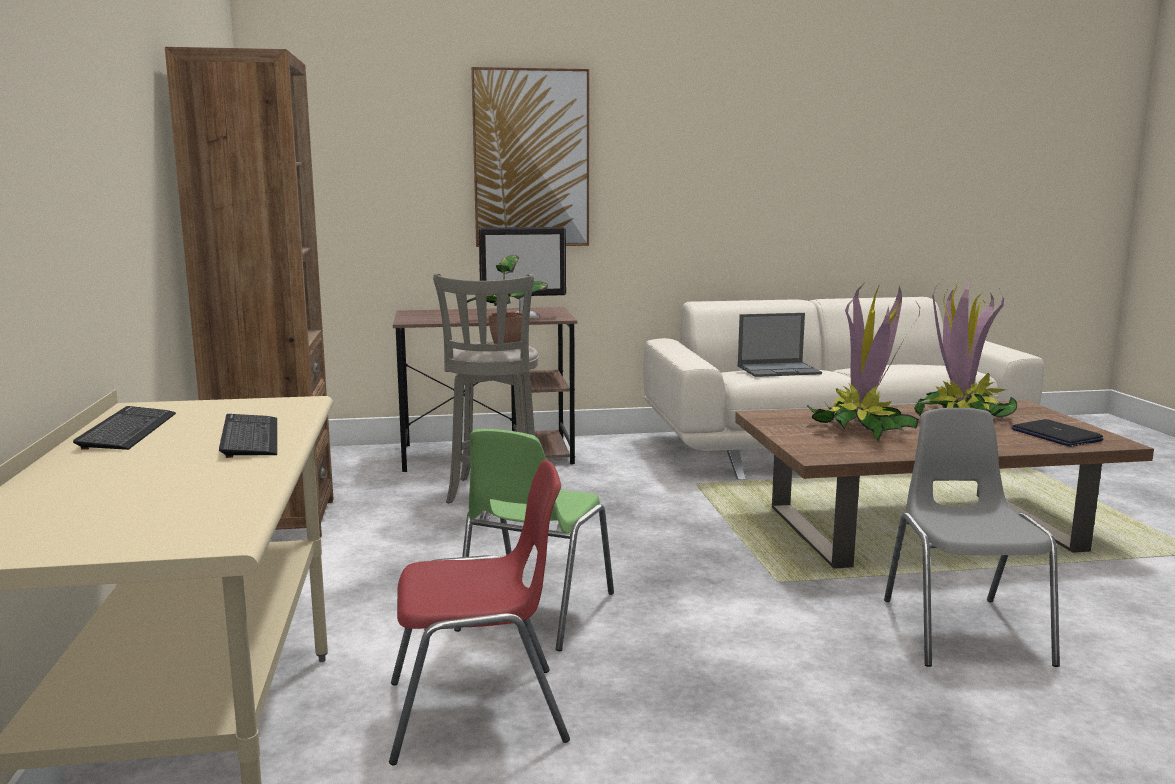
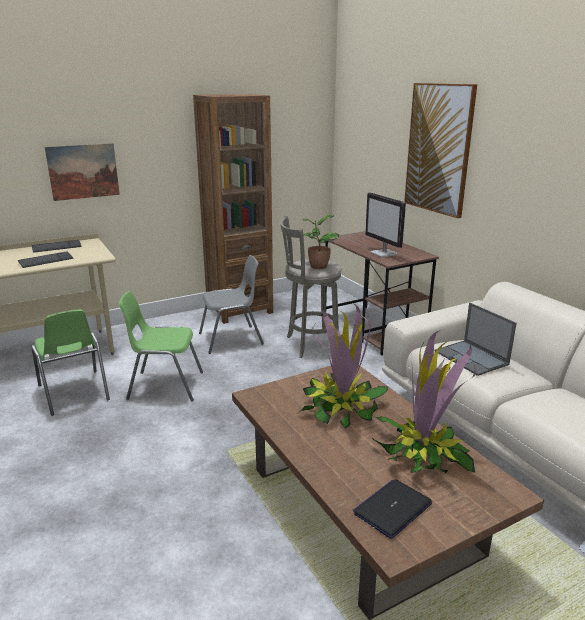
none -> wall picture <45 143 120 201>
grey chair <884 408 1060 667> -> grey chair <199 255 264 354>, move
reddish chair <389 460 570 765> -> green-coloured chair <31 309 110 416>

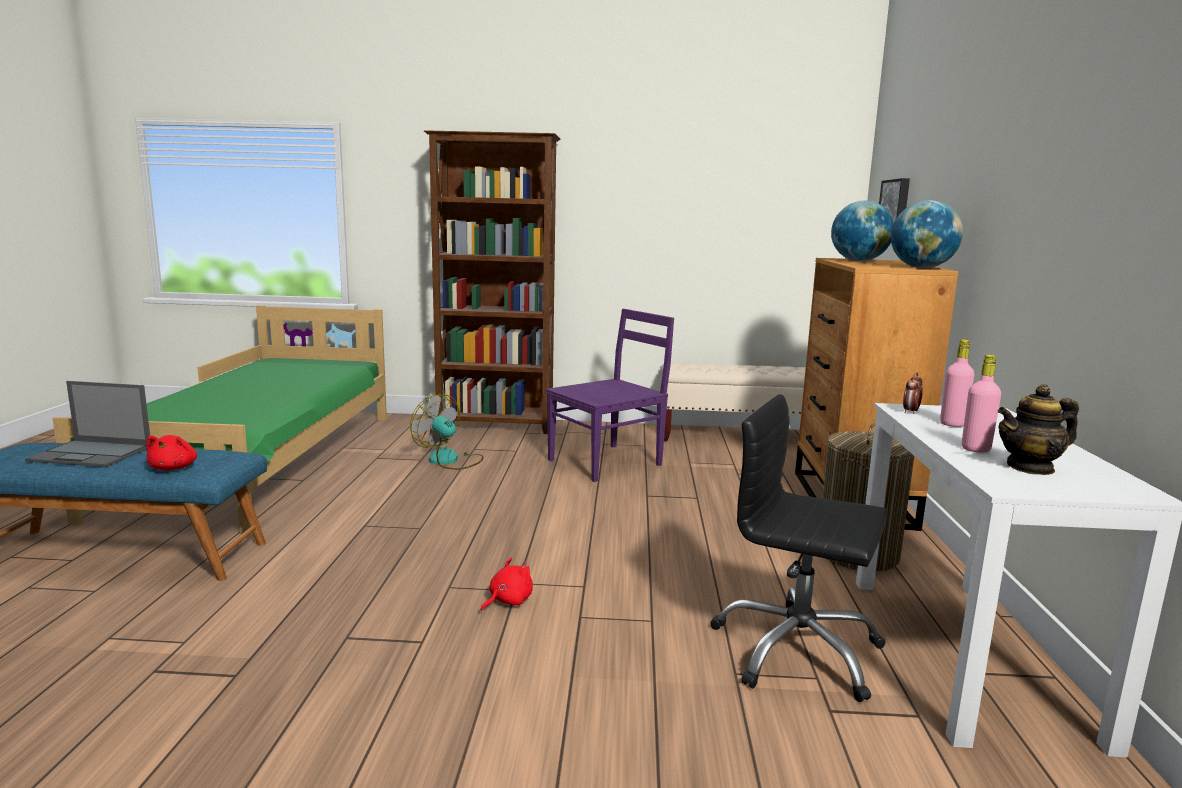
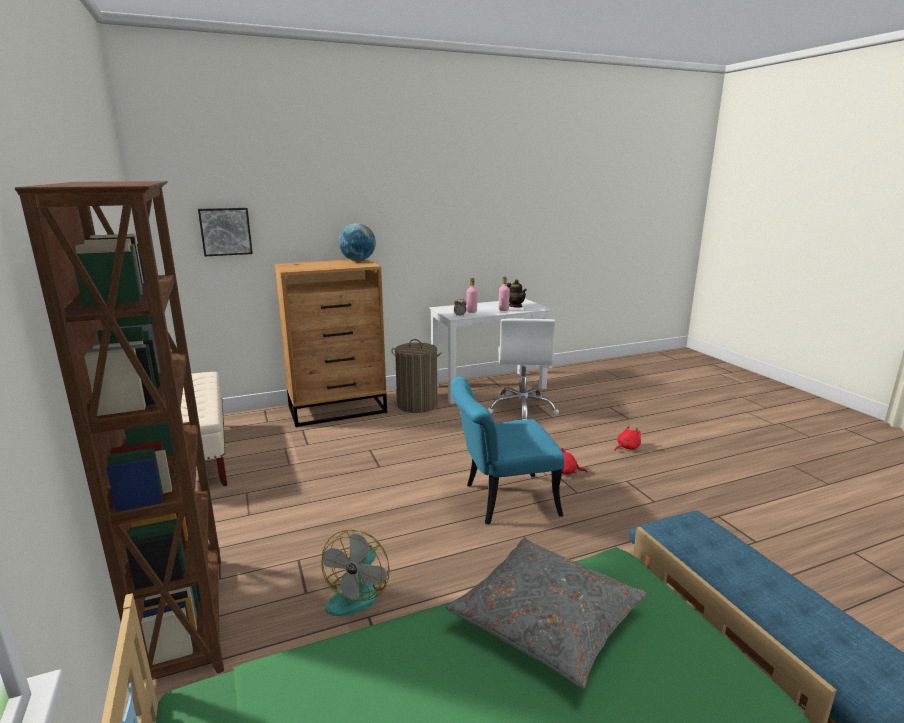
laptop <25 381 150 467> -> none
purplish chair <546 309 674 482> -> none
desk globe <831 200 894 261> -> none
none -> grey throw pillow <445 539 647 688>
none -> blue-green chair <451 377 564 525>
reddish soft toy <146 435 197 471> -> reddish soft toy <615 426 641 450>, move
blackish office chair <710 394 888 702> -> whitish office chair <487 318 559 420>

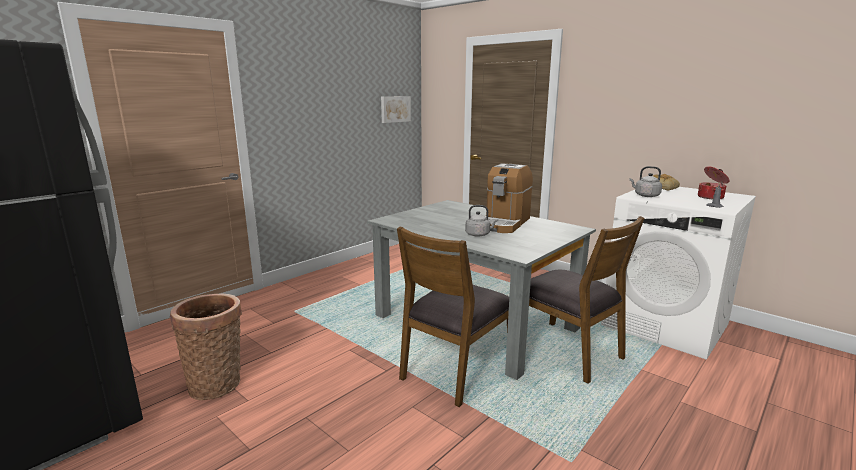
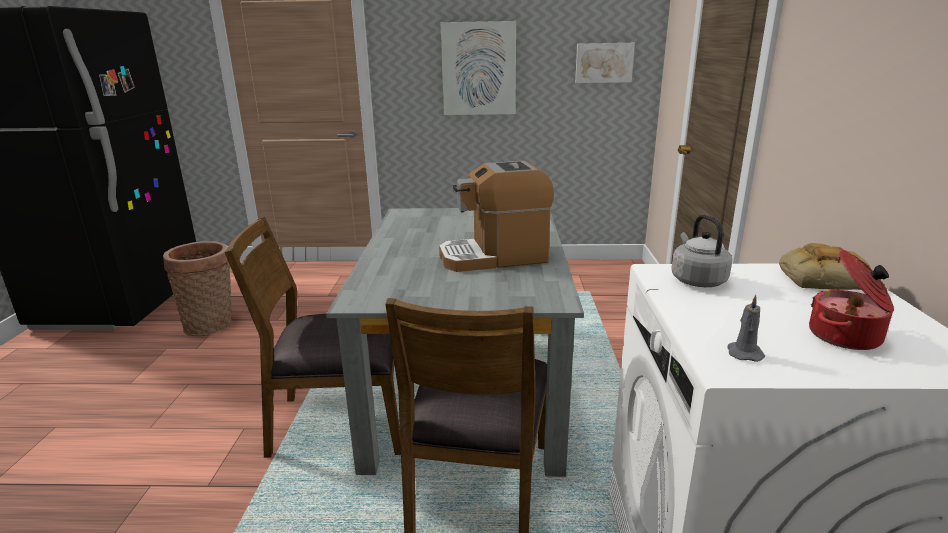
grey water kettle <465 205 498 237> -> none
none -> wall picture <440 21 516 115>

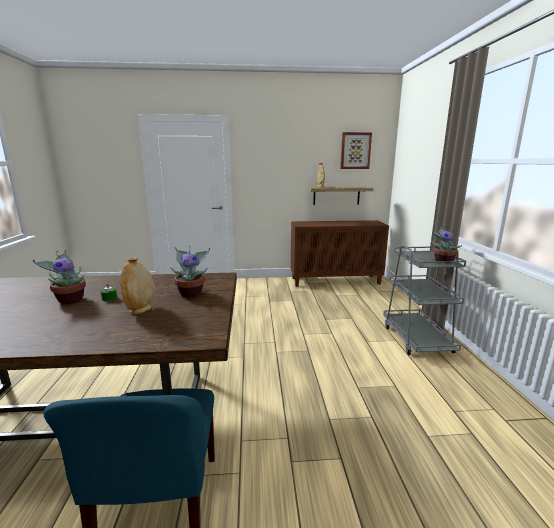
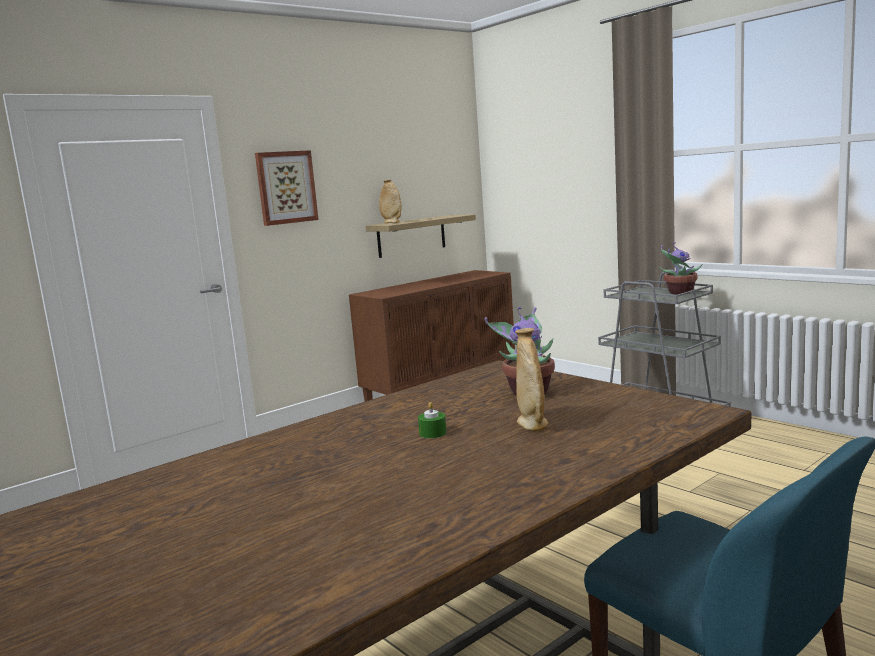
plant in a pot <33 249 86 304> -> none
wall picture <340 132 372 169> -> wall picture <255 150 319 226>, move

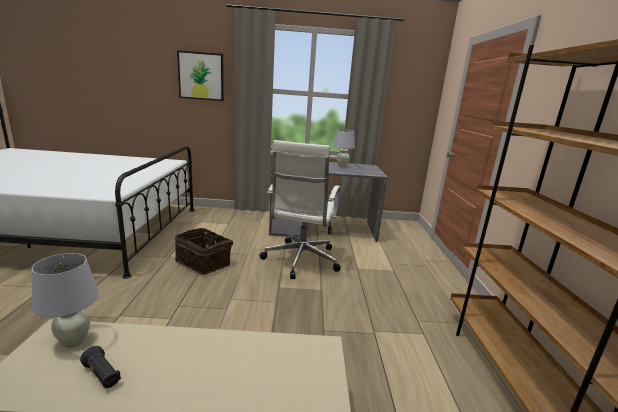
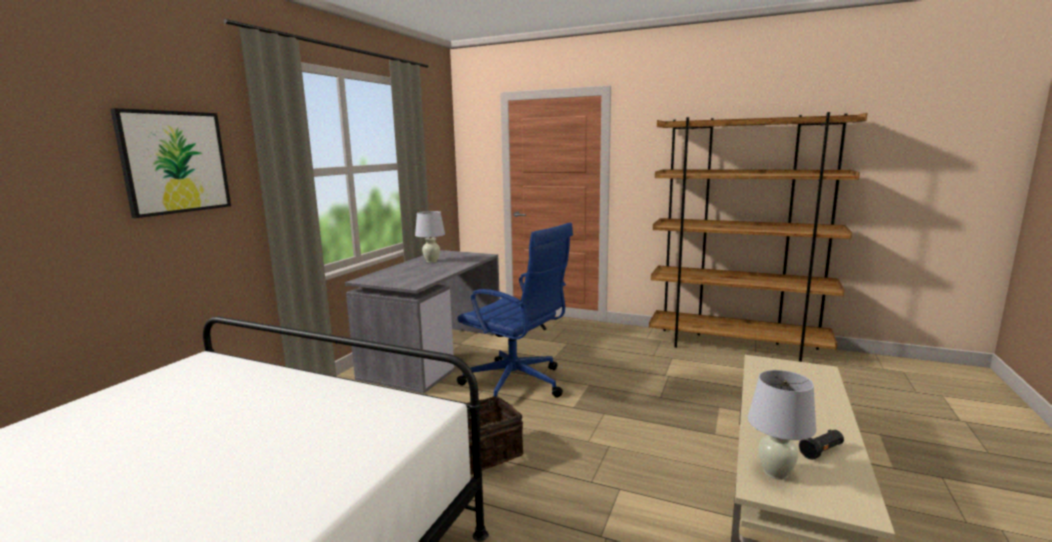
whitish office chair <259 140 341 279> -> blue-coloured office chair <457 223 573 398>

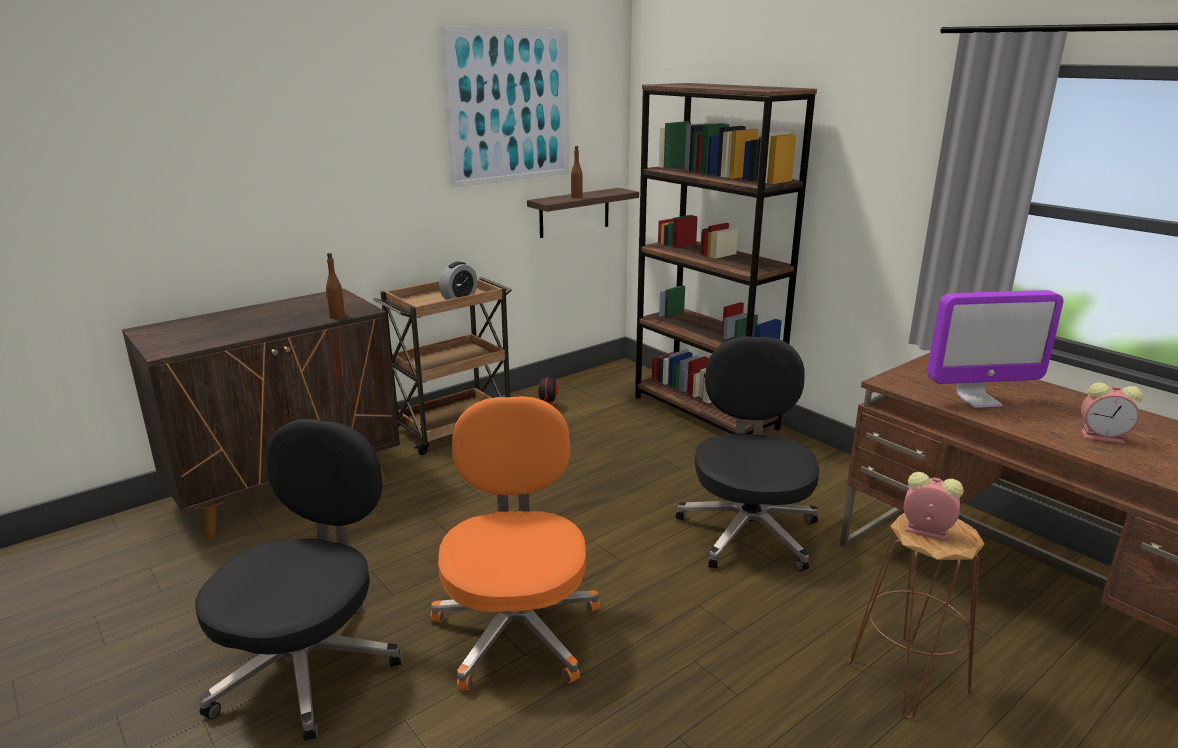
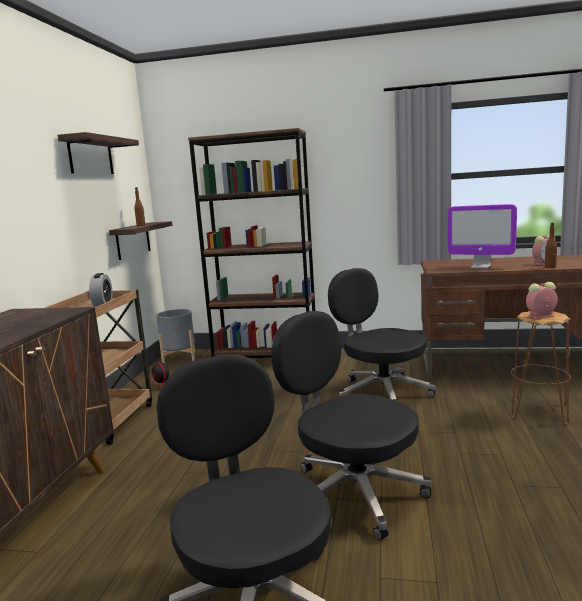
none -> grey plant pot <156 309 195 363>
brown-coloured drink bottle <326 253 345 319> -> brown-coloured drink bottle <545 223 557 268>, move
wall picture <440 26 569 188> -> bracket shelf <58 132 139 174>
orange office chair <430 396 600 690> -> blackish office chair <271 311 432 541>
monitor <927 290 1064 408> -> monitor <448 204 517 268>, 75 degrees clockwise

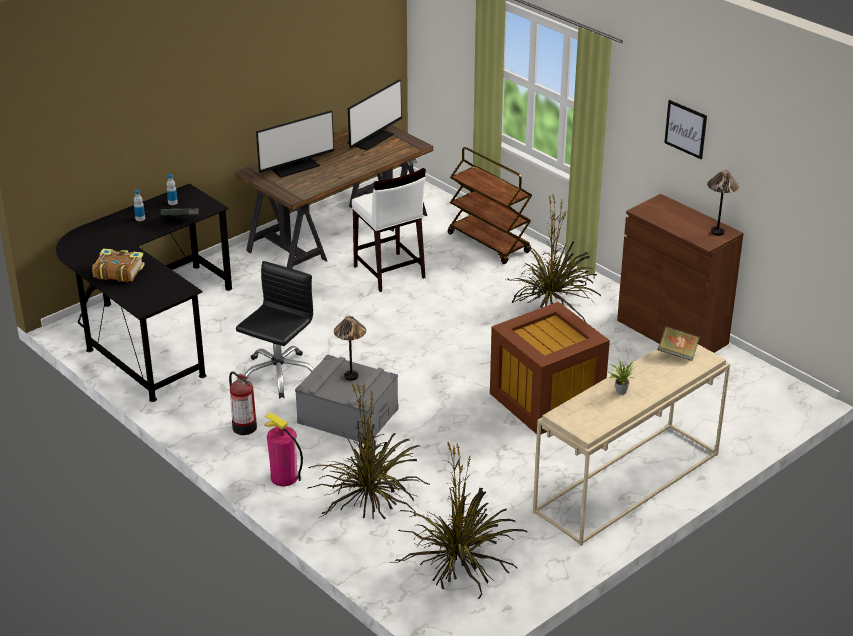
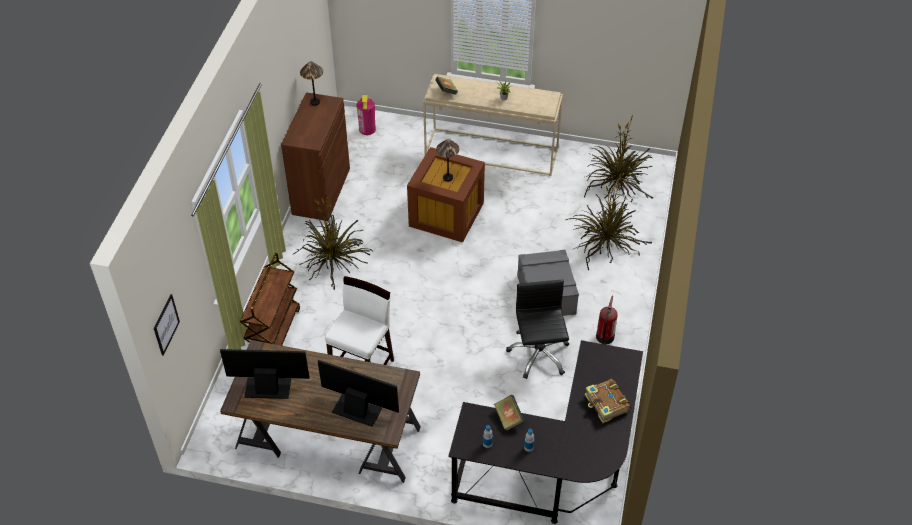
extinguisher <265 412 303 486> -> extinguisher <356 95 376 135>, move
table lamp <334 316 366 381> -> table lamp <436 139 460 181>, move
wall picture <664 100 707 159> -> wall picture <154 294 180 356>, move
blackish office chair <236 261 314 399> -> blackish office chair <506 280 569 379>, 90 degrees clockwise

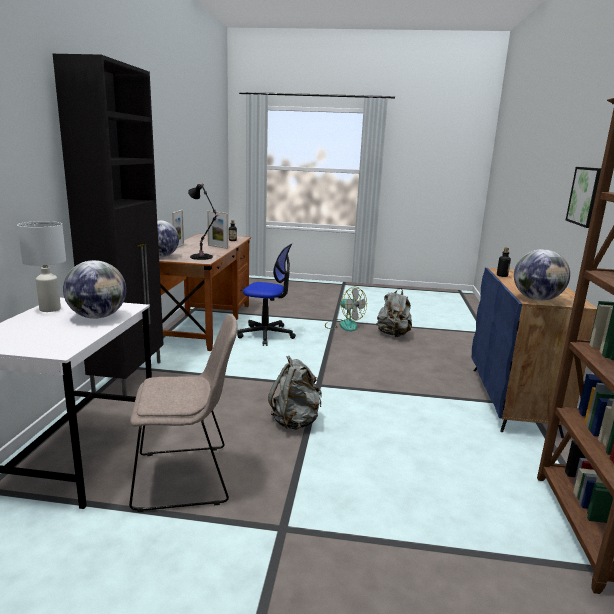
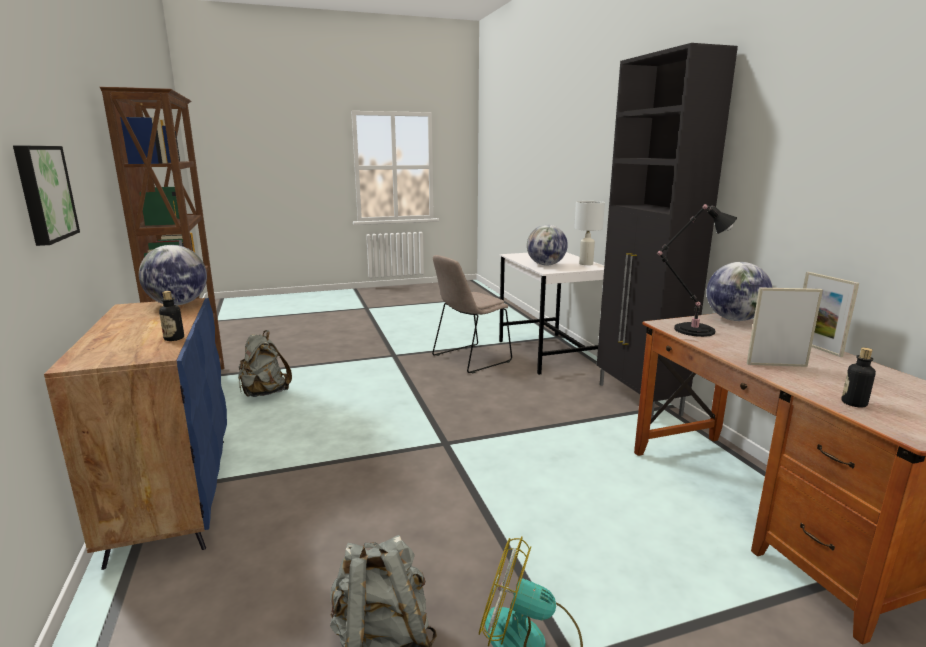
office chair <237 243 296 346> -> none
grey backpack <268 356 322 430> -> grey backpack <238 330 292 397>, move

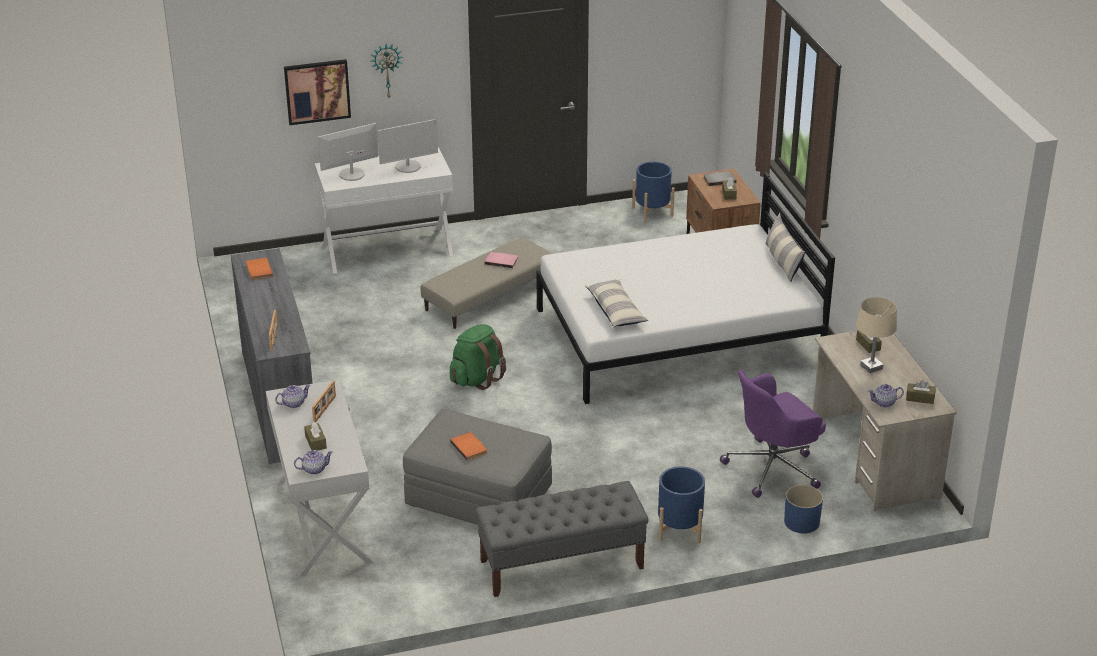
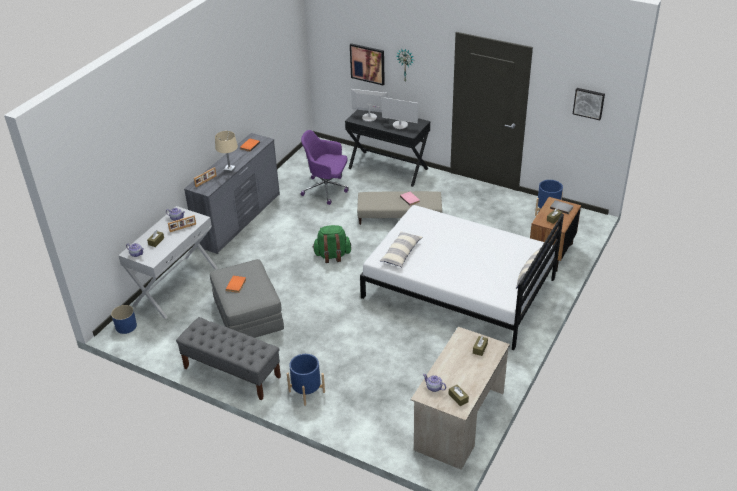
none -> wall picture <573 88 605 120>
purplish office chair <720 370 826 498> -> purplish office chair <301 130 349 205>, move
blue-coloured plant pot <784 485 823 533> -> blue-coloured plant pot <111 305 137 334>, move
beige table lamp <856 297 897 373> -> beige table lamp <215 131 238 173>, move
whitish console table <315 147 453 274> -> blackish console table <345 110 430 187>

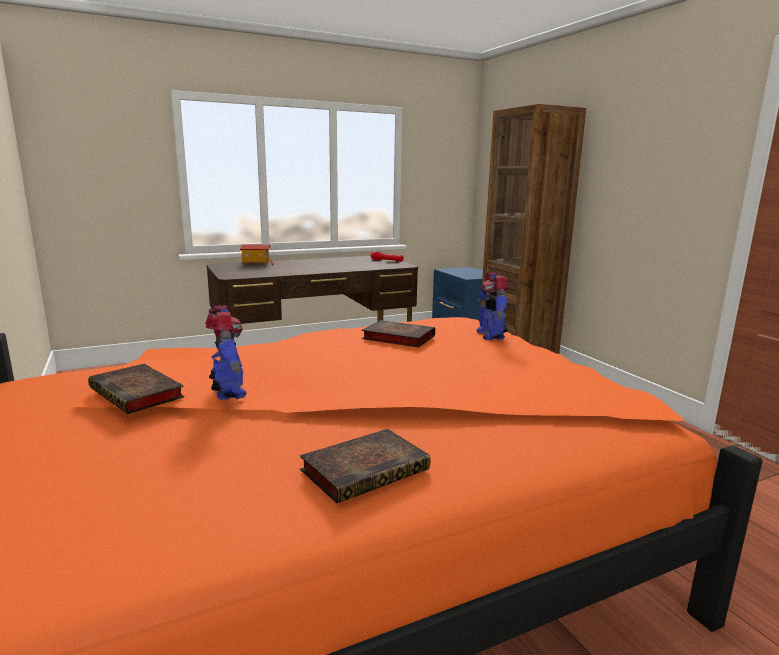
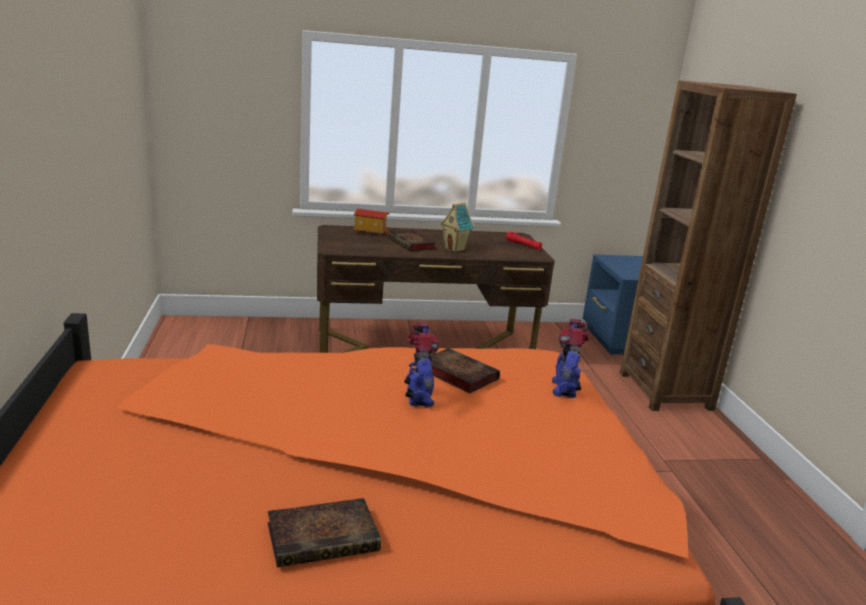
none -> miniature house <440 202 475 252>
volume <88 364 185 414> -> volume <388 230 436 251>, move
robot figure <205 305 246 400> -> robot figure <404 322 439 408>, move

